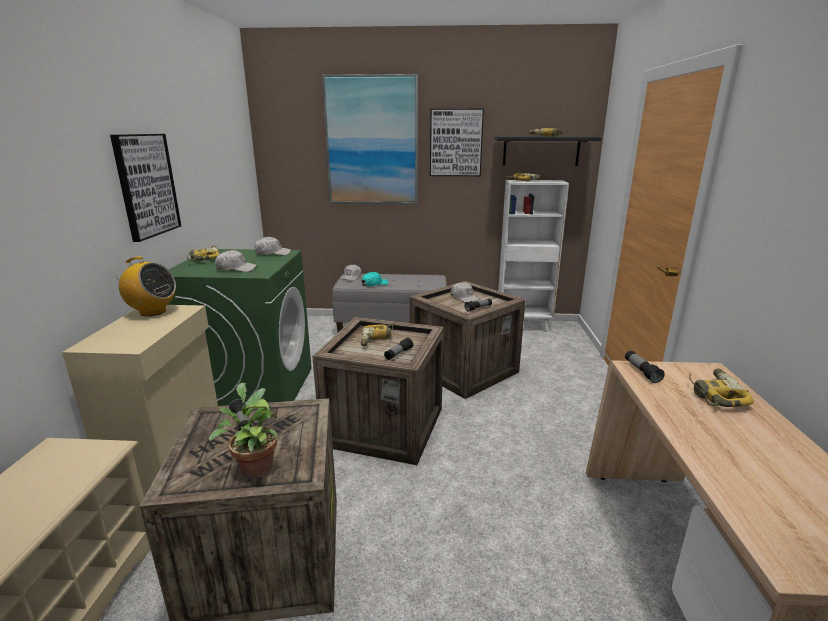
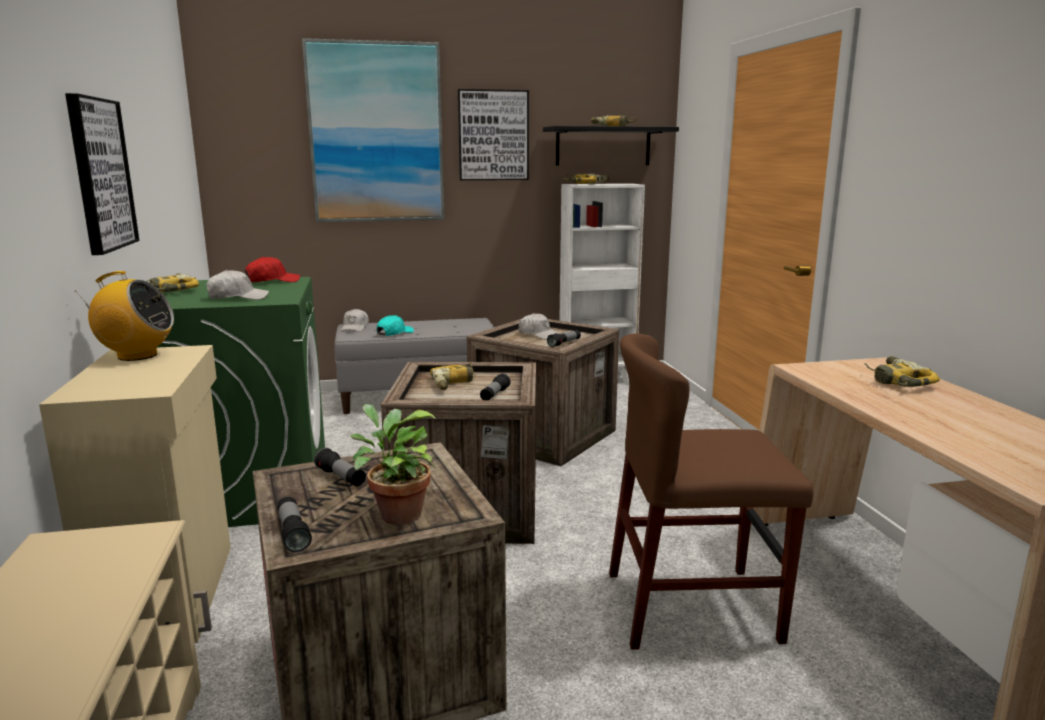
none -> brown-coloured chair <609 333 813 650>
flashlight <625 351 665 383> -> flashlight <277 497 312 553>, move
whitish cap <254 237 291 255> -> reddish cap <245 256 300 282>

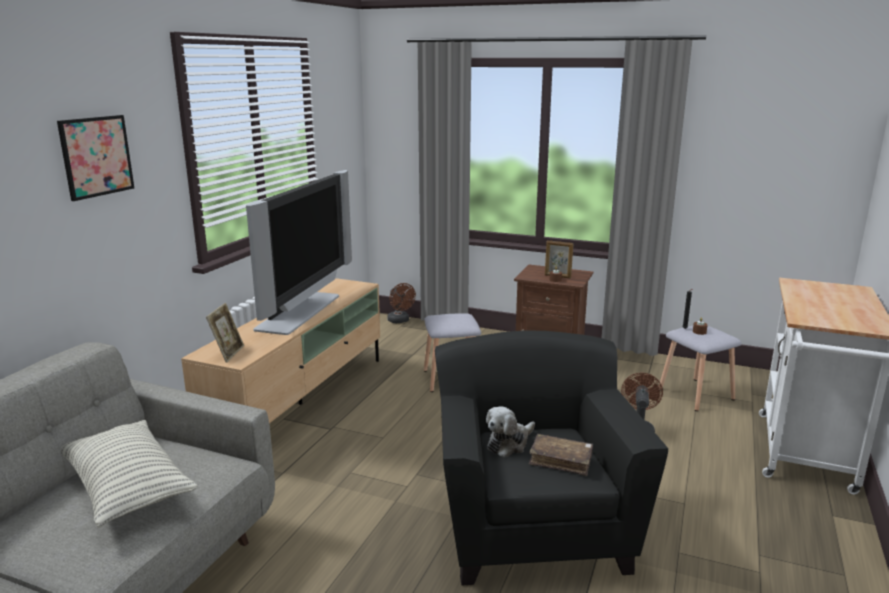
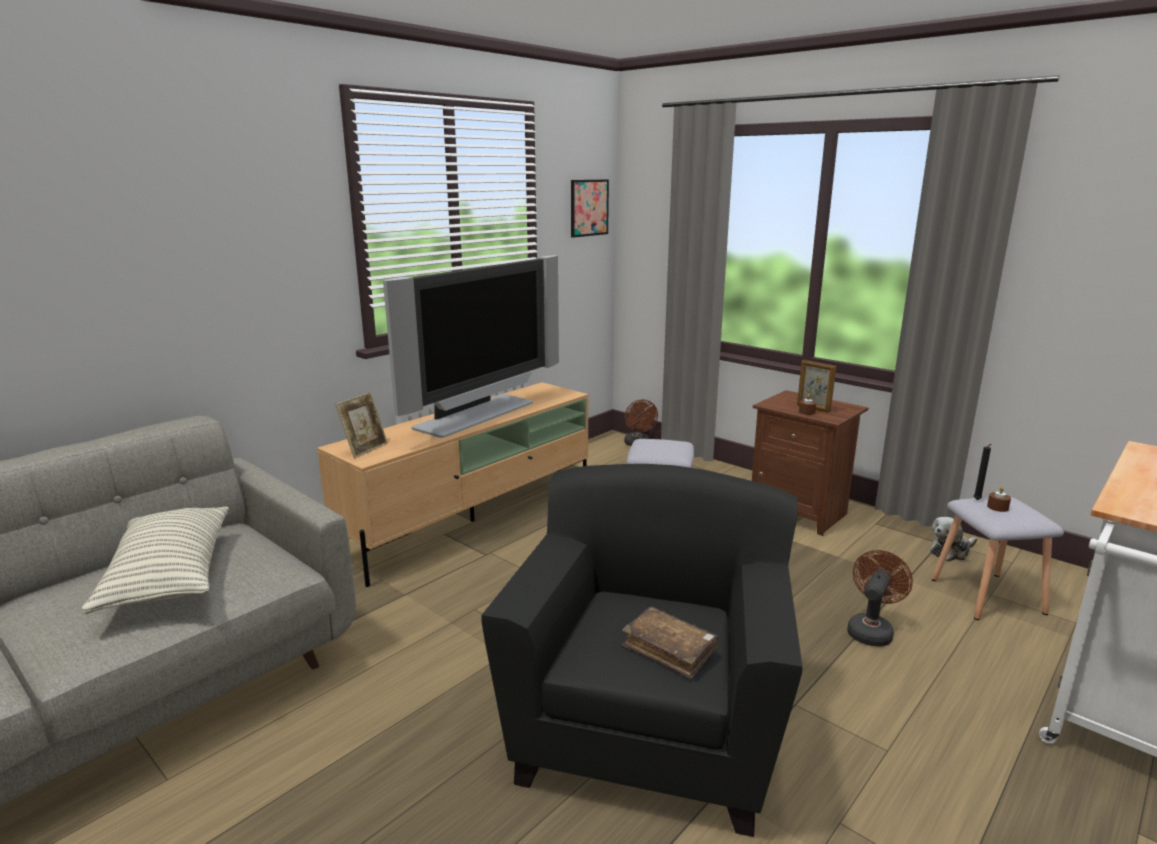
wall picture <57 115 134 201> -> wall picture <571 179 609 237>, move
soft toy <486 406 535 457> -> soft toy <930 517 977 561>, move

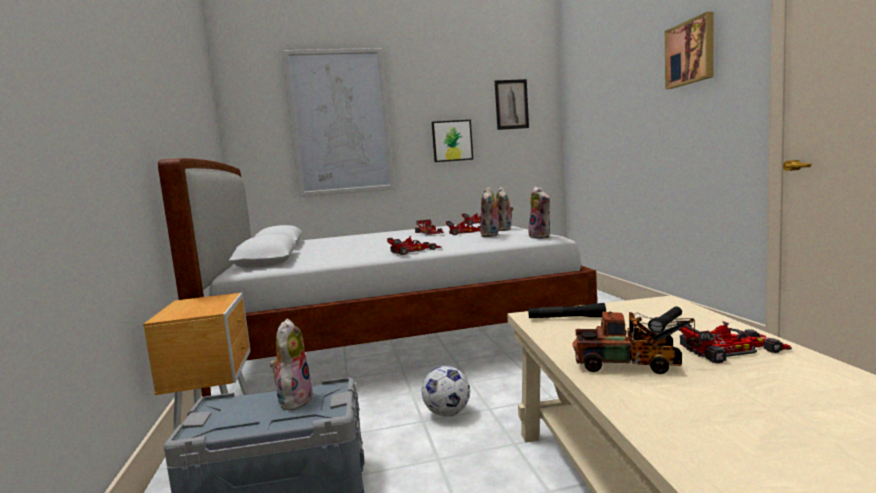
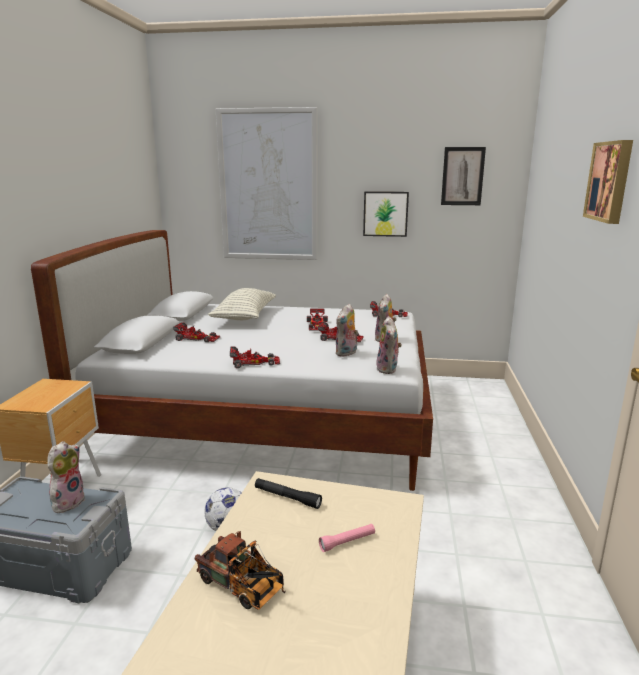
none -> throw pillow <208 288 276 320>
miniature car <677 321 792 363> -> miniature car <173 322 221 342>, move
blackish flashlight <648 307 682 333> -> pink-coloured flashlight <319 524 375 552>

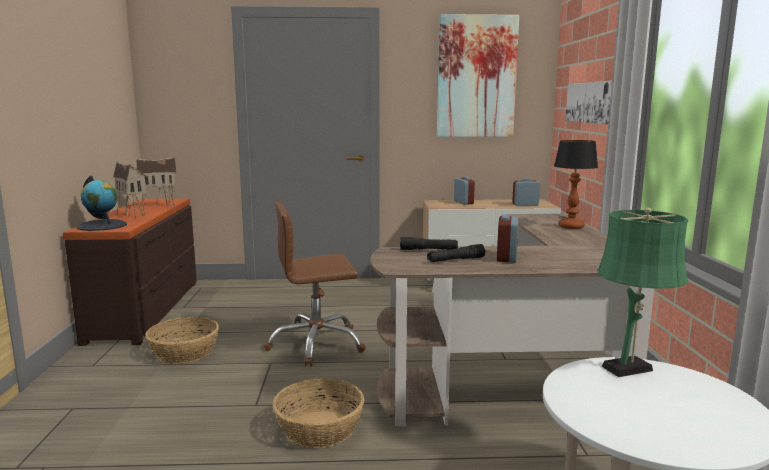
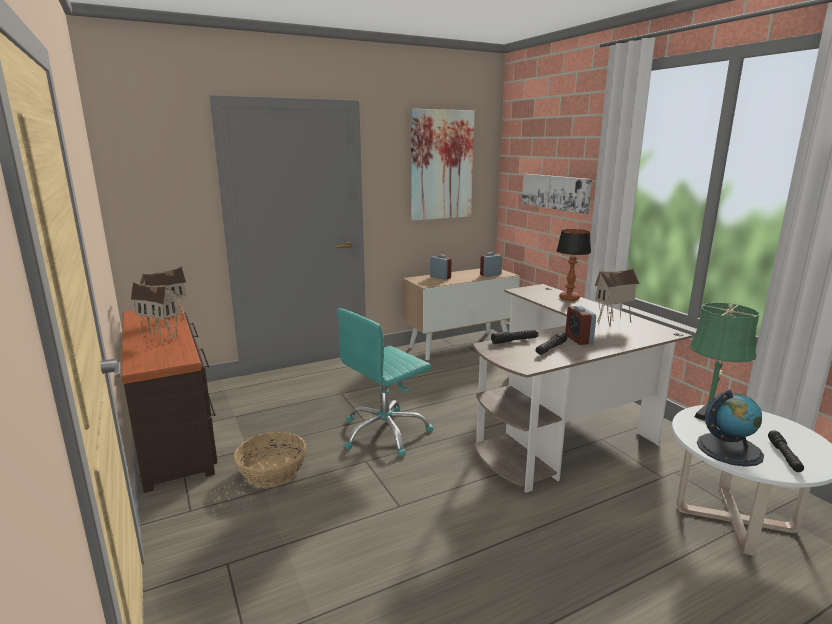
household basket <273 378 364 448> -> none
none -> miniature house <595 268 640 327>
none -> blackish flashlight <768 430 804 472>
desk globe <77 176 127 231> -> desk globe <697 390 764 467>, move
brown-coloured office chair <264 202 366 366> -> blue-green office chair <337 308 433 457>

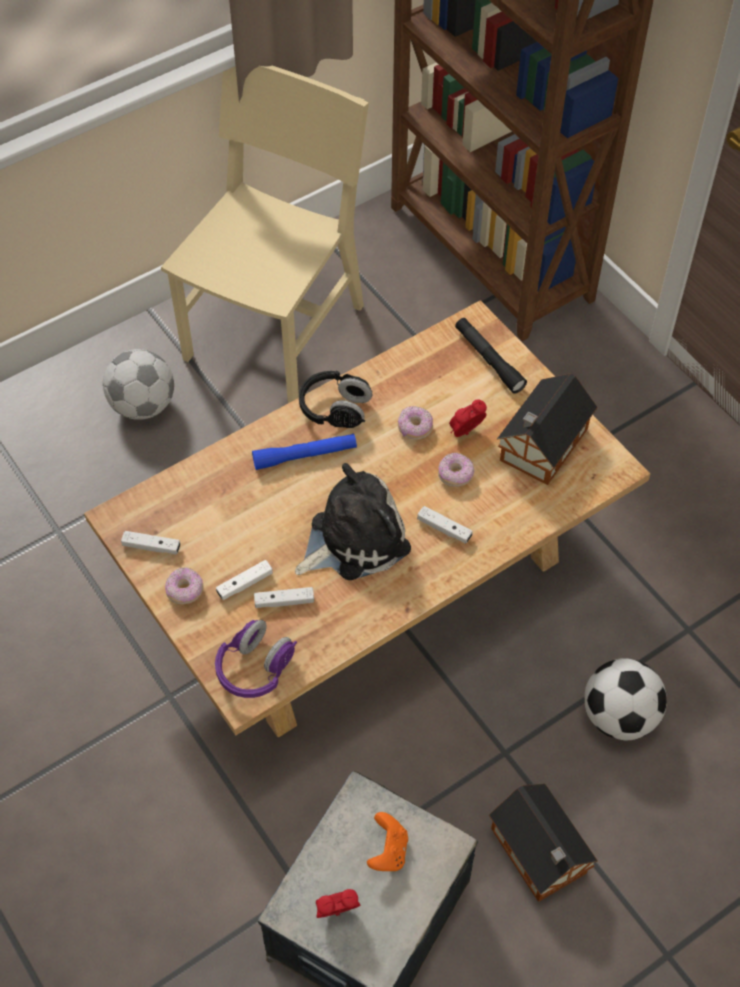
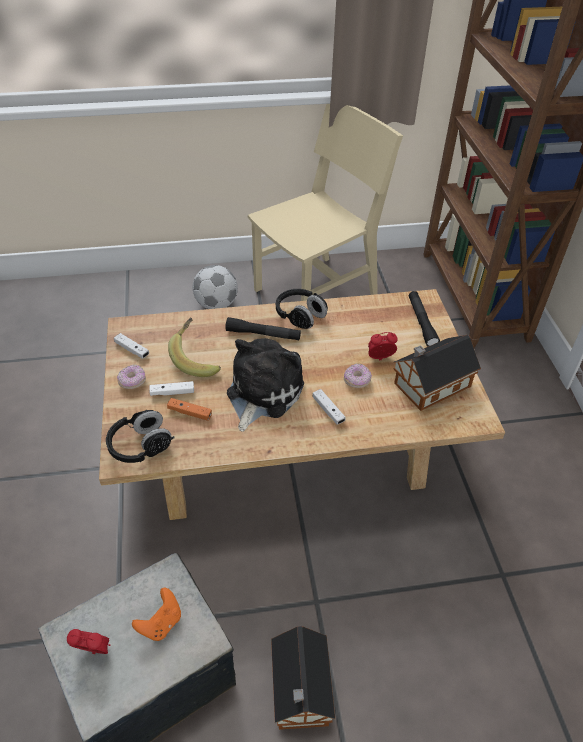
doughnut <398 406 433 440> -> none
football <585 658 666 740> -> none
none -> banana fruit <168 318 221 377>
purplish headset <215 620 297 698> -> blackish headset <106 410 175 463>
blue-coloured flashlight <252 434 357 470> -> blackish flashlight <225 317 301 341>
whitish game controller <254 587 314 608> -> orange game controller <167 398 212 421>
soft toy <295 463 411 580> -> soft toy <227 338 304 432>, 60 degrees counterclockwise

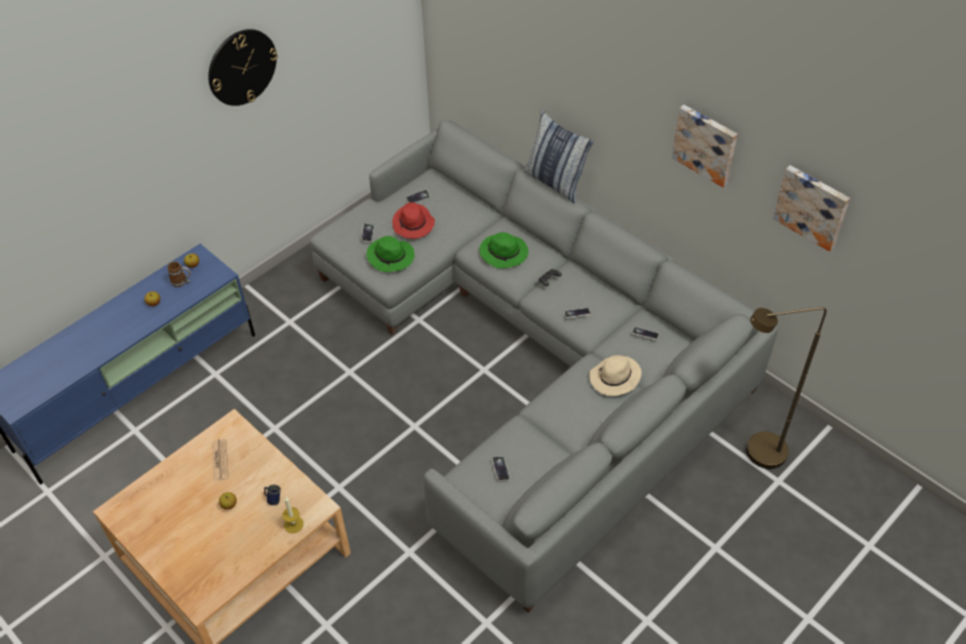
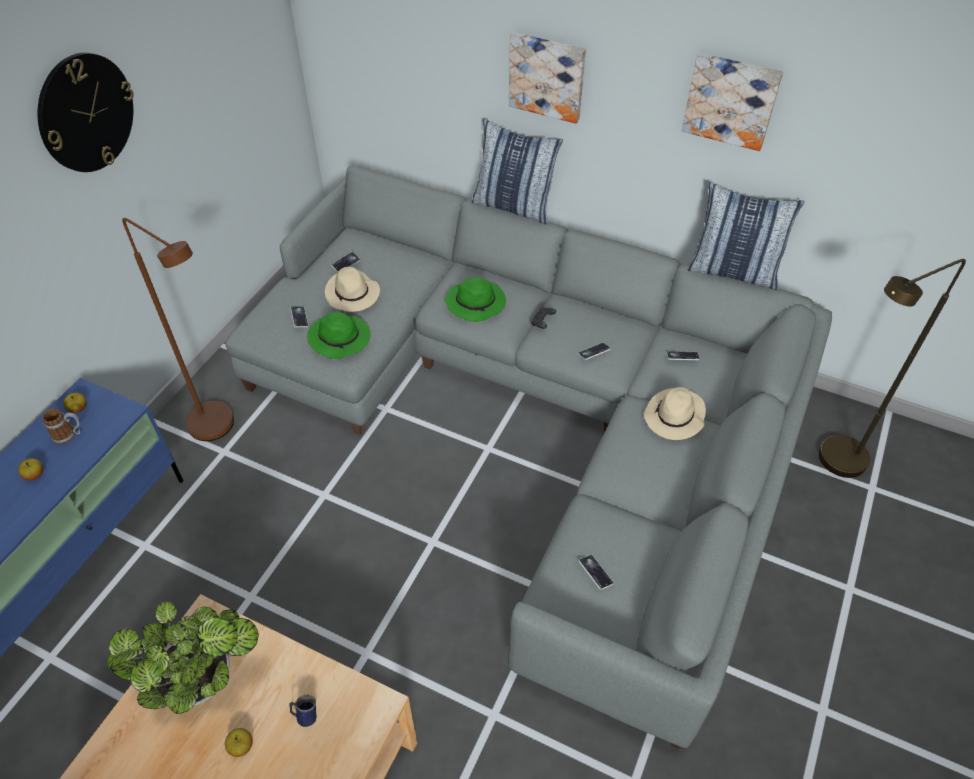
wax light <282 496 304 533> -> none
none -> brown-coloured standing lamp <122 218 234 441>
none -> throw pillow <687 182 805 290>
wall picture <773 165 850 252> -> wall picture <509 32 586 124>, move
daily paper <212 439 228 481> -> plant in a pot <107 601 259 714>
reddish hat <392 202 435 239> -> beige hat <325 267 380 312>

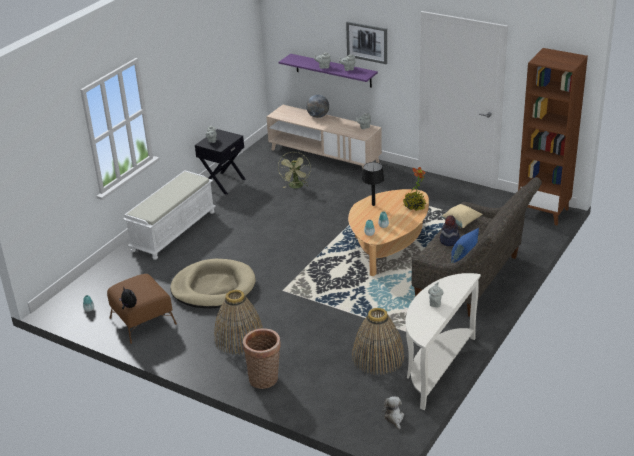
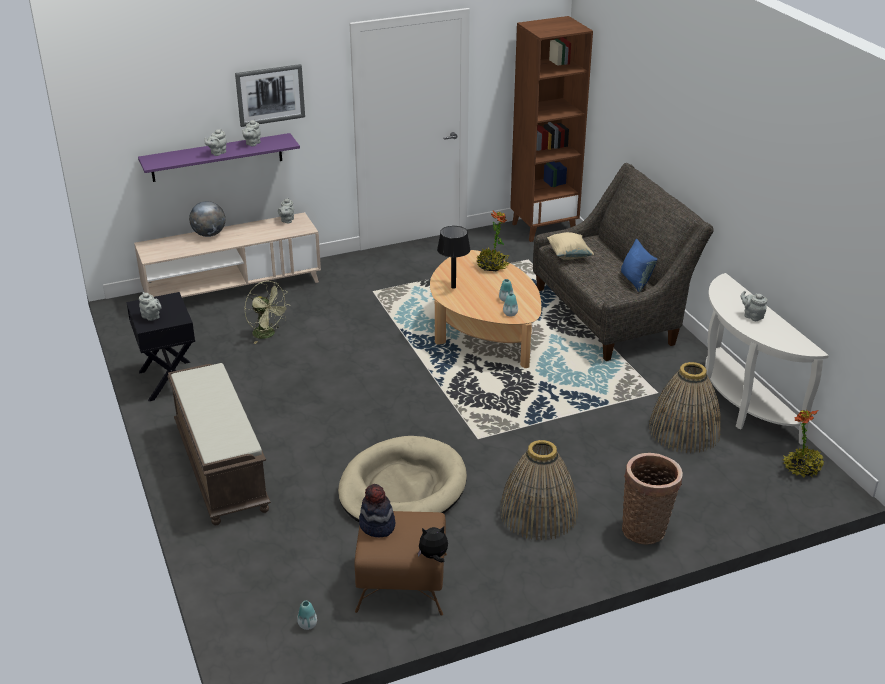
hat <439 215 460 246> -> hat <359 484 395 537>, move
soft toy <382 396 404 430> -> plant in a pot <782 410 825 477>
whitish bench <123 170 216 260> -> brown-coloured bench <167 363 271 525>

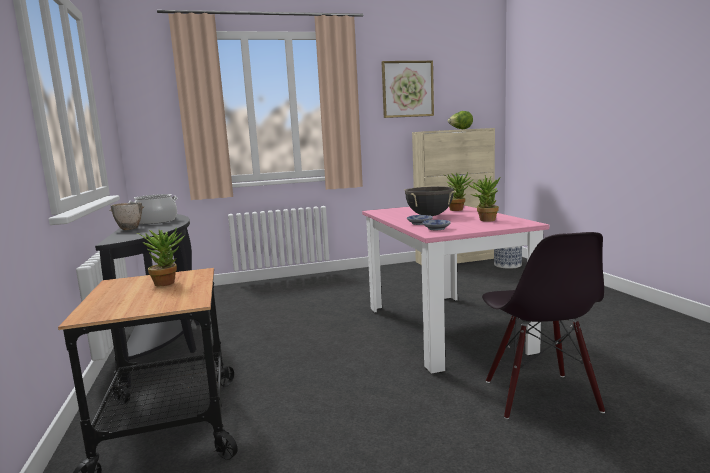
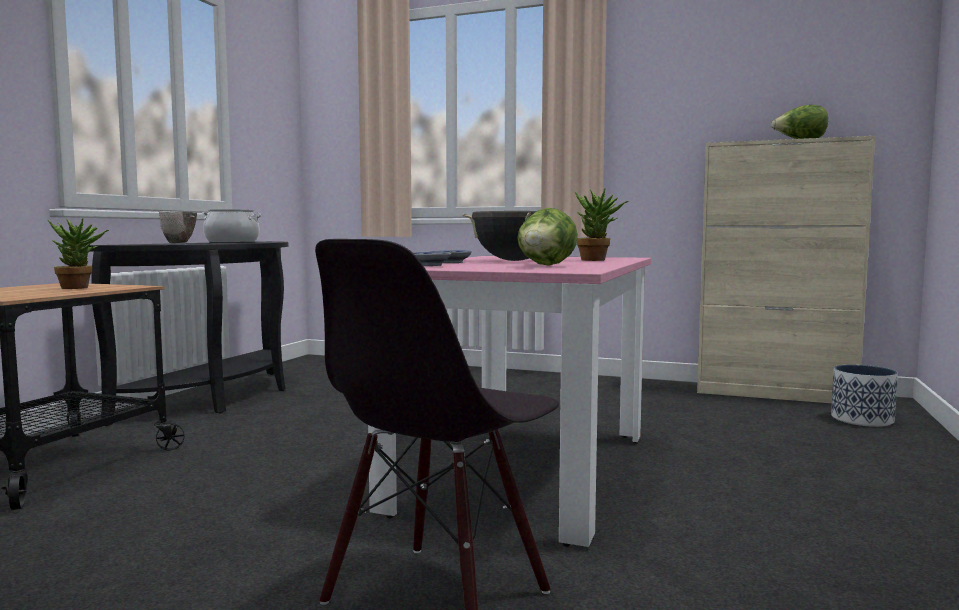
wall picture <382 61 434 118> -> none
plant in a pot <466 175 500 222> -> lettuce head <517 208 578 266>

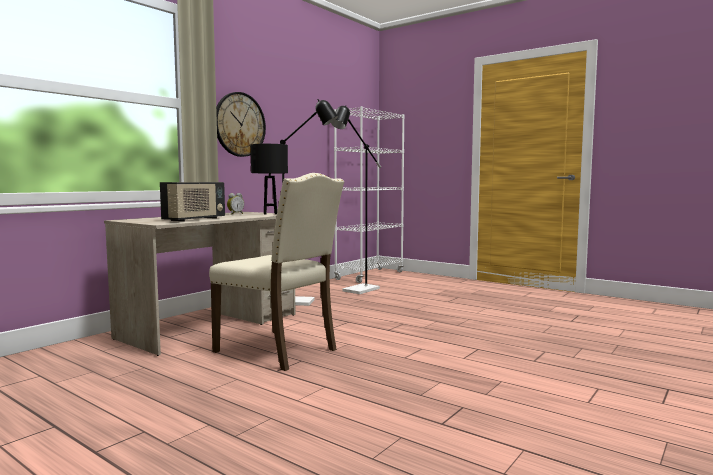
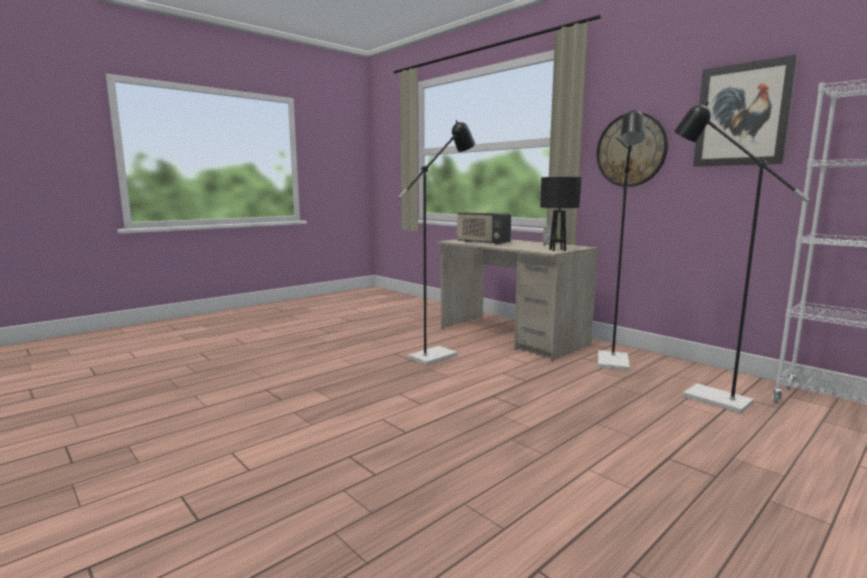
none -> wall picture <693 54 798 167>
beige chair <209 173 344 371> -> blackish standing lamp <398 120 475 365>

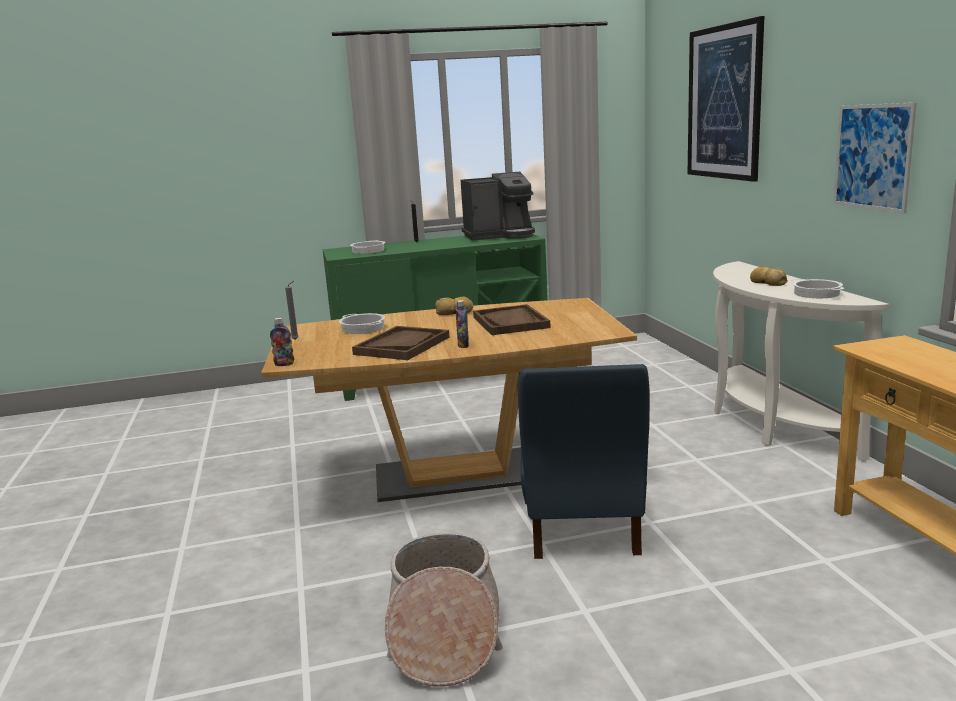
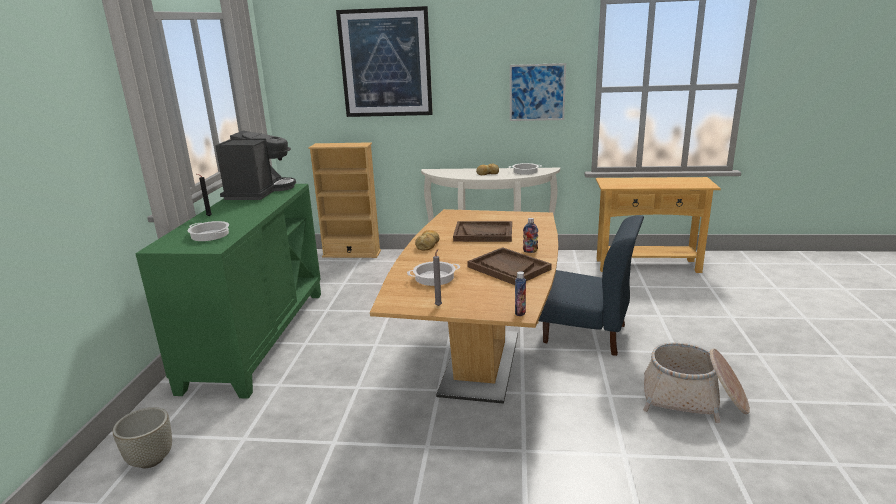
none -> grey plant pot <113 407 172 468>
none -> beige bookcase <308 142 381 258>

